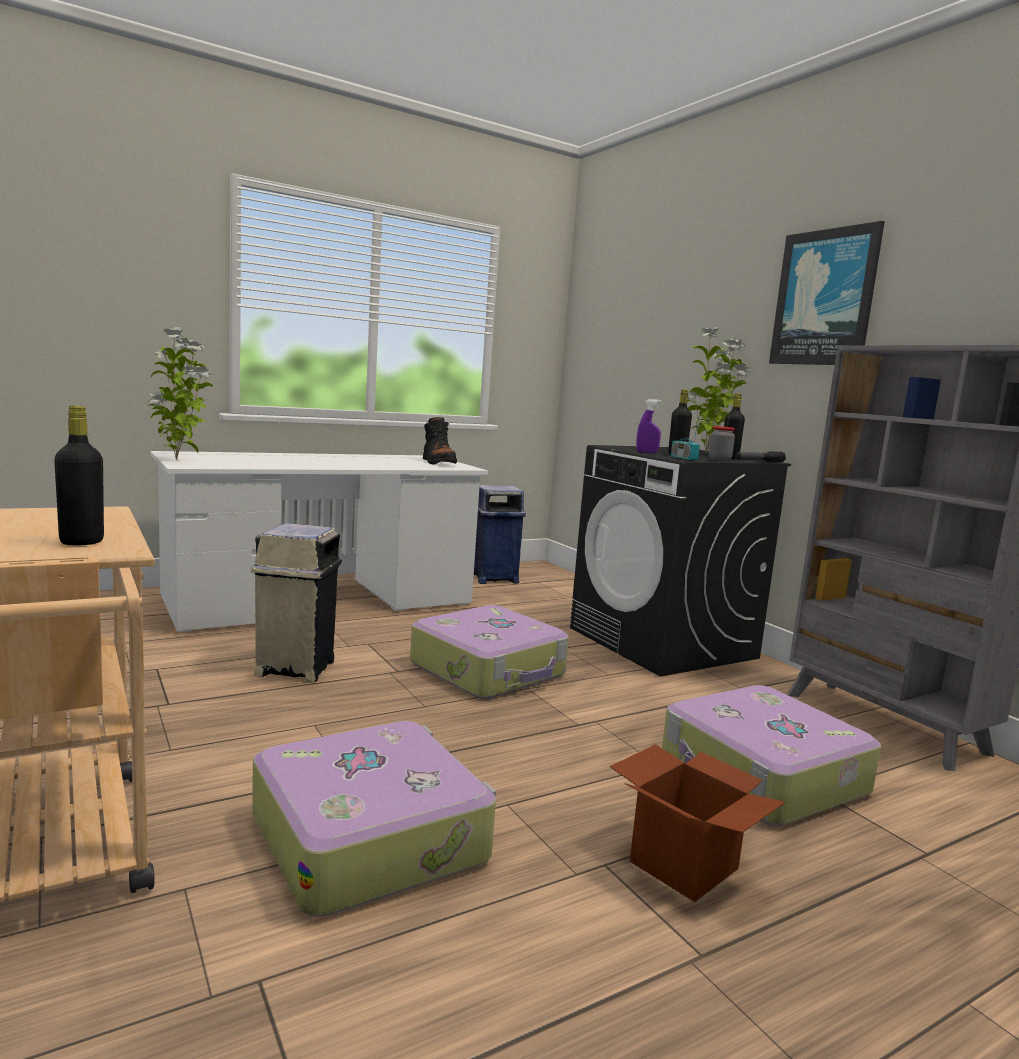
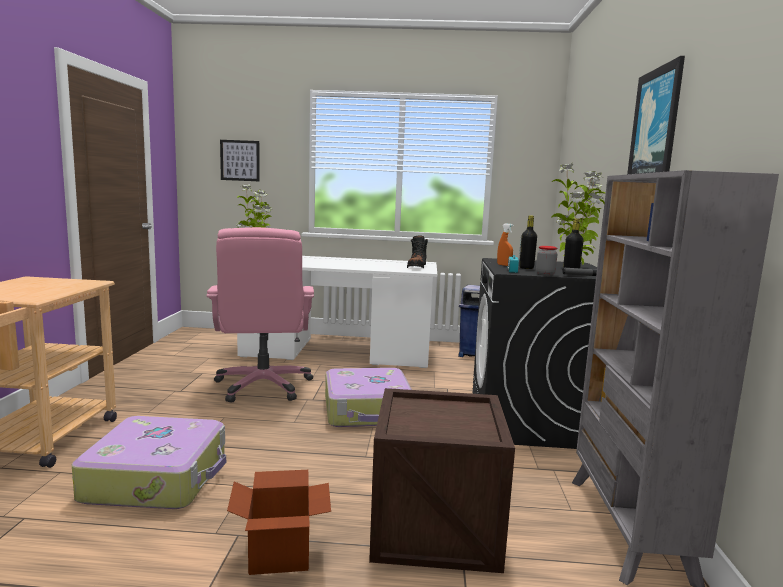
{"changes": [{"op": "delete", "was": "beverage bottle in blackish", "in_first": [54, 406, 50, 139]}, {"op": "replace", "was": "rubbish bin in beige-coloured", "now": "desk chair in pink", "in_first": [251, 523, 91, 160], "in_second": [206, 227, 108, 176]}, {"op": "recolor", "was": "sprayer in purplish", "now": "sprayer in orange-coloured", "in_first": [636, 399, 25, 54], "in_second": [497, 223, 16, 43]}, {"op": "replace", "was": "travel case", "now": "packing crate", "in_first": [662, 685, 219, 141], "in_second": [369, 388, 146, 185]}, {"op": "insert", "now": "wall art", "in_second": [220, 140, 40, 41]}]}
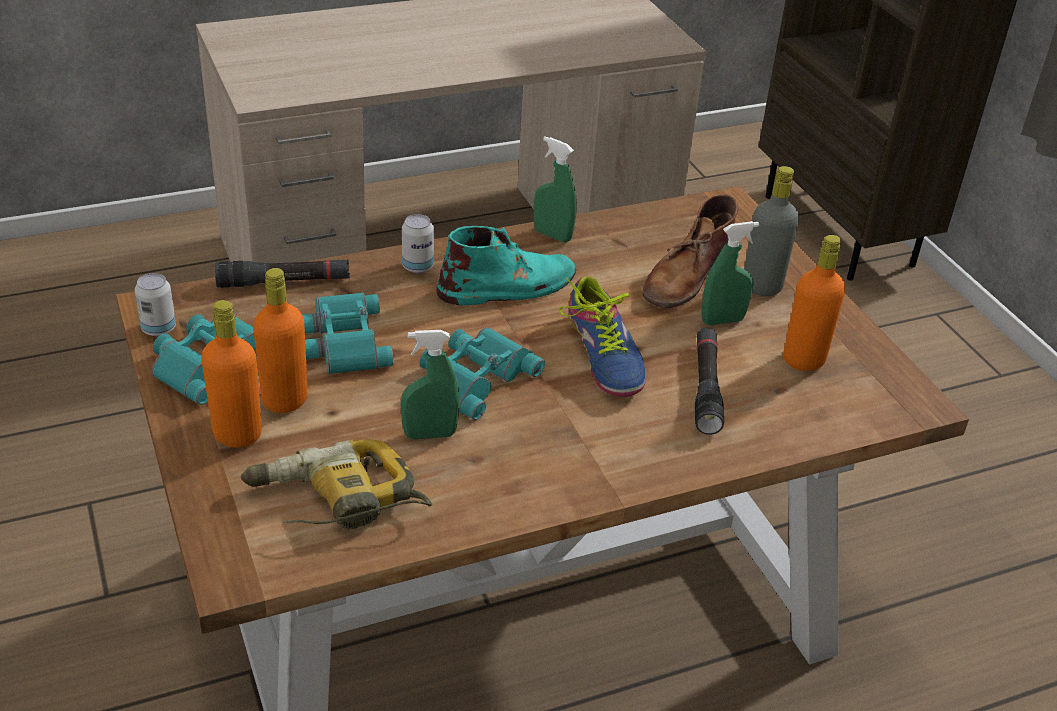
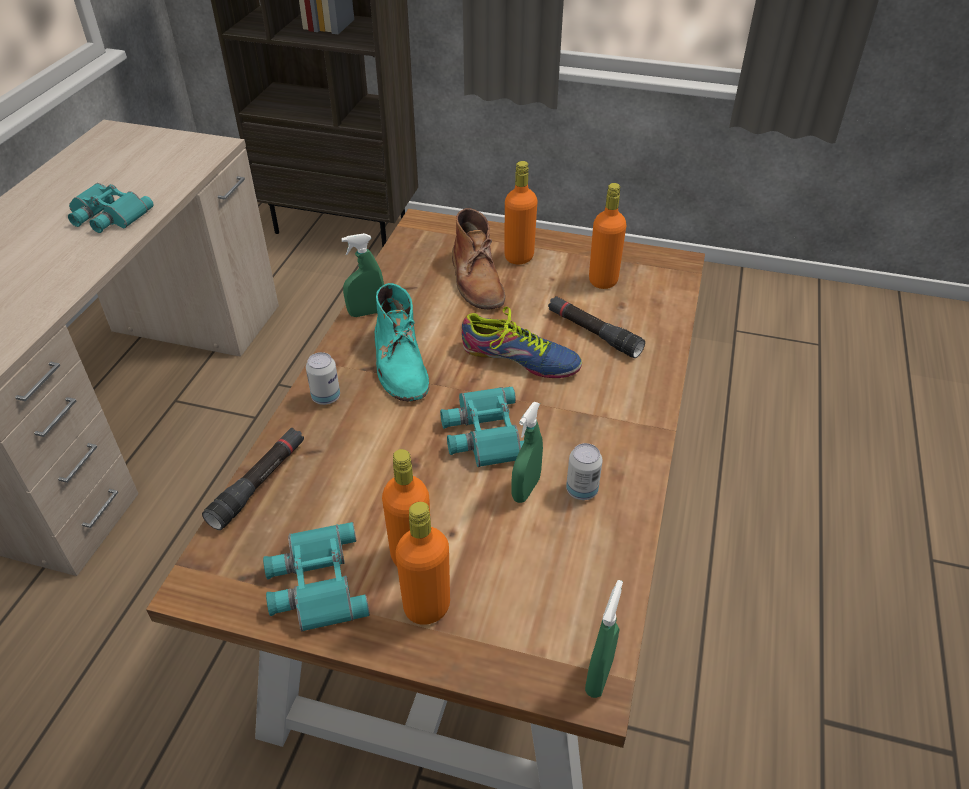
{"changes": [{"op": "move", "was": "can", "in_first": [135, 273, 41, 63], "in_second": [566, 443, 37, 57]}, {"op": "delete", "was": "drill", "in_first": [241, 439, 191, 91]}, {"op": "move", "was": "pair of binoculars in turquoise-coloured", "in_first": [302, 292, 91, 82], "in_second": [68, 183, 86, 50]}, {"op": "rotate", "was": "boot in turquoise-coloured", "in_first": [437, 226, 139, 79], "in_second": [374, 283, 55, 119], "clockwise": 150}, {"op": "move", "was": "sprayer in green", "in_first": [701, 221, 59, 104], "in_second": [585, 580, 38, 118]}, {"op": "recolor", "was": "beverage bottle in greyish", "now": "beverage bottle in orange-coloured", "in_first": [744, 166, 55, 130], "in_second": [505, 161, 32, 103]}]}
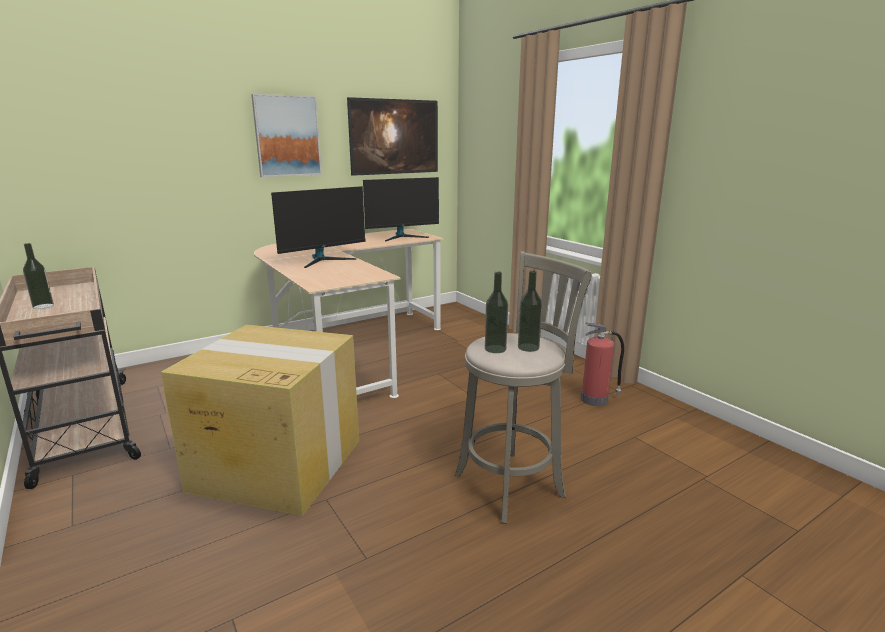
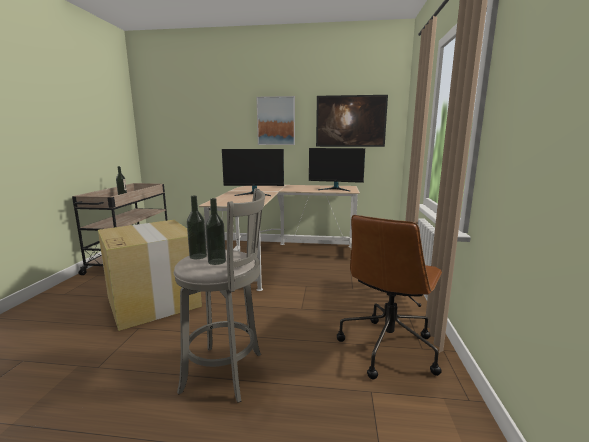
{"changes": [{"op": "replace", "was": "fire extinguisher", "now": "desk chair in brown-coloured", "in_first": [581, 323, 43, 83], "in_second": [337, 215, 105, 165]}]}
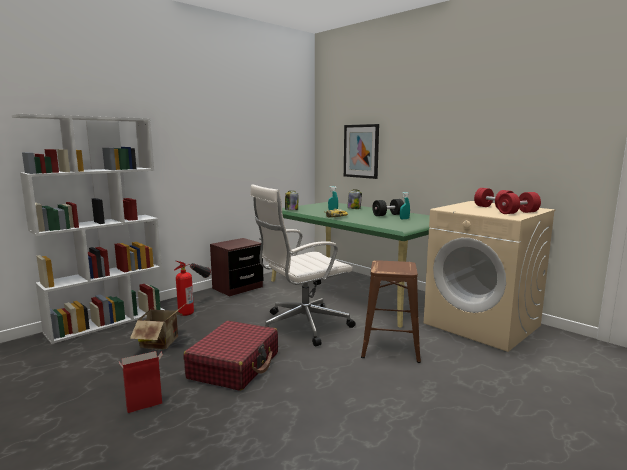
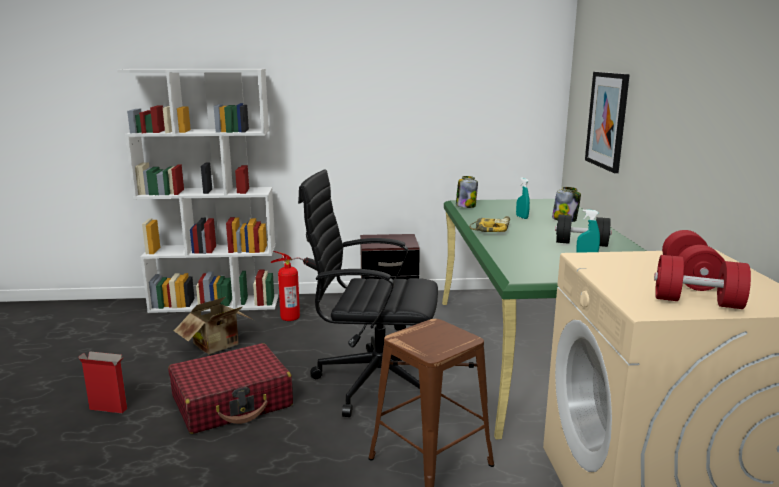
{"changes": [{"op": "recolor", "was": "desk chair in white", "now": "desk chair in blackish", "in_first": [250, 184, 105, 162], "in_second": [298, 169, 140, 248]}]}
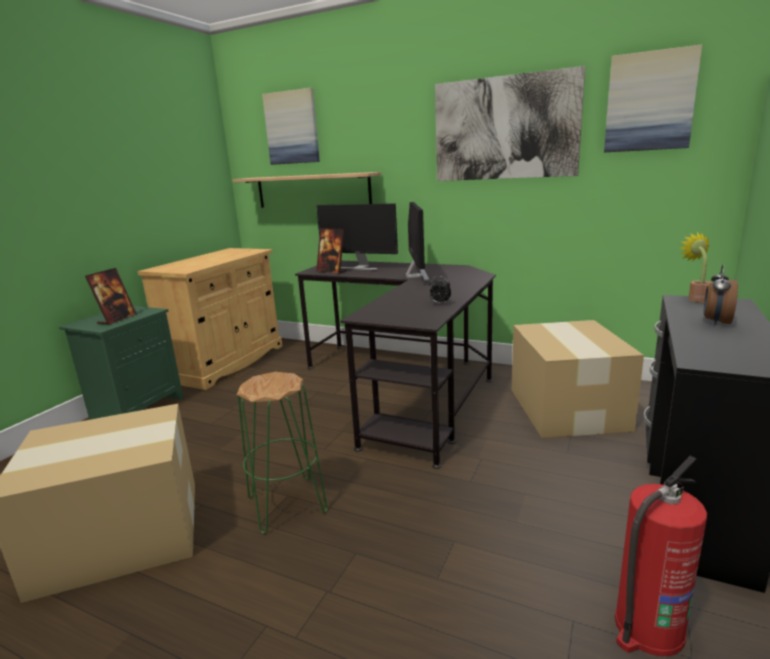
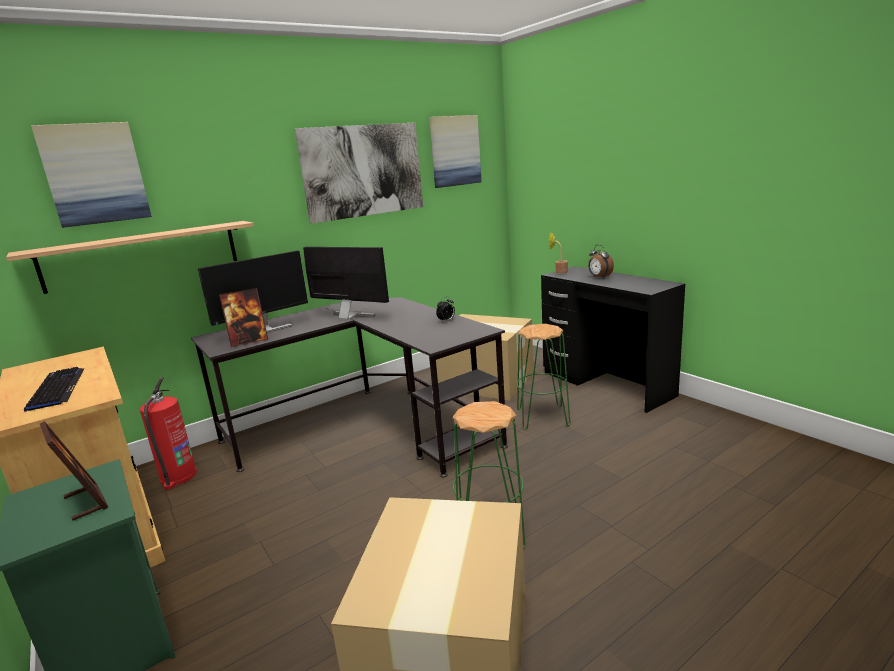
{"changes": [{"op": "move", "was": "fire extinguisher", "in_first": [615, 456, 92, 200], "in_second": [140, 378, 57, 112]}, {"op": "insert", "now": "keyboard", "in_second": [24, 367, 60, 45]}, {"op": "insert", "now": "sitting stool in green", "in_second": [517, 324, 54, 106]}]}
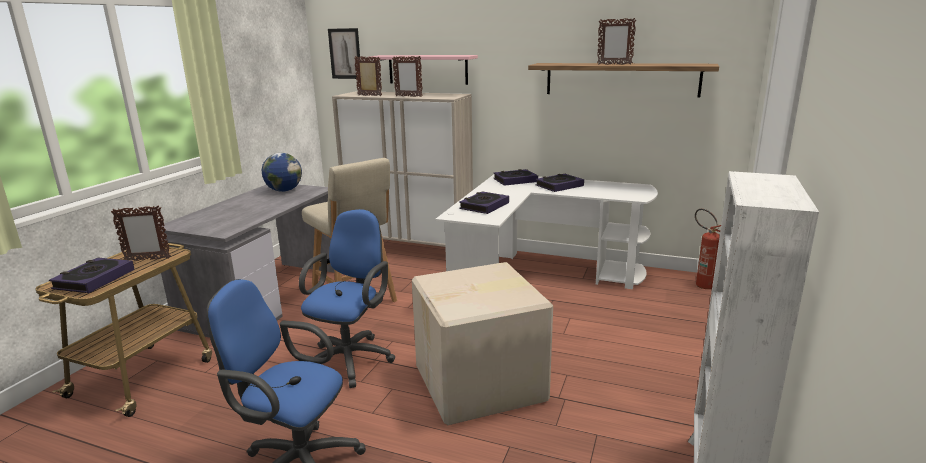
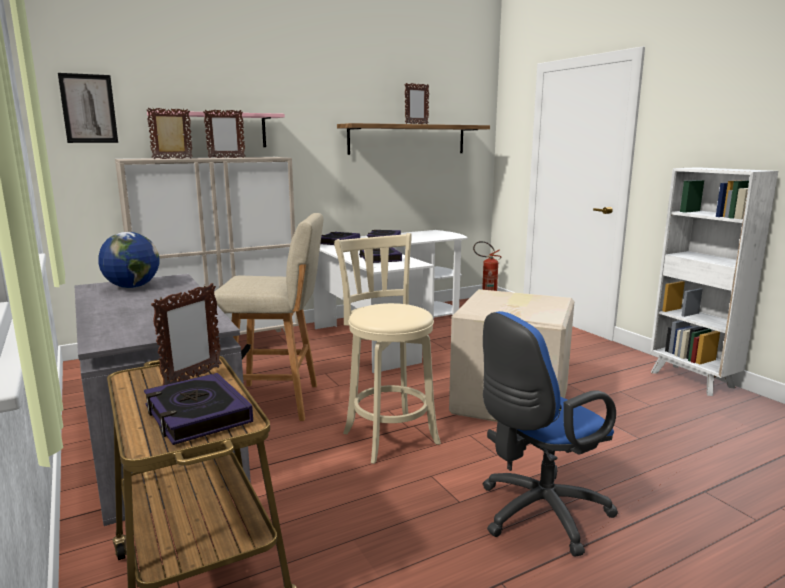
{"changes": [{"op": "replace", "was": "desk chair in bluish", "now": "sitting stool in beige-coloured", "in_first": [299, 209, 96, 179], "in_second": [334, 233, 107, 231]}]}
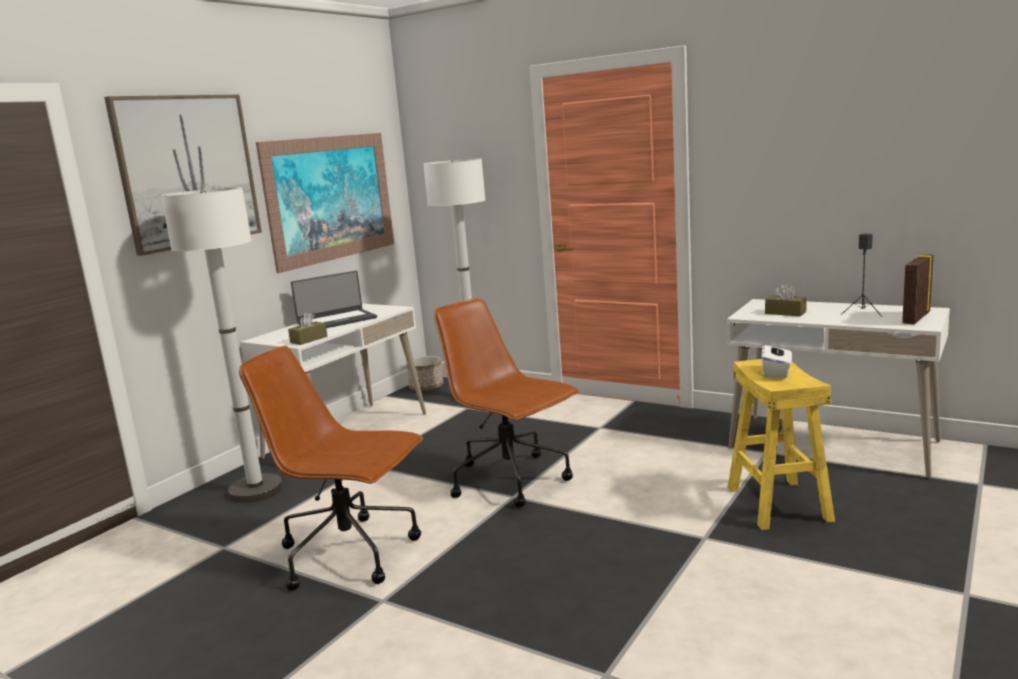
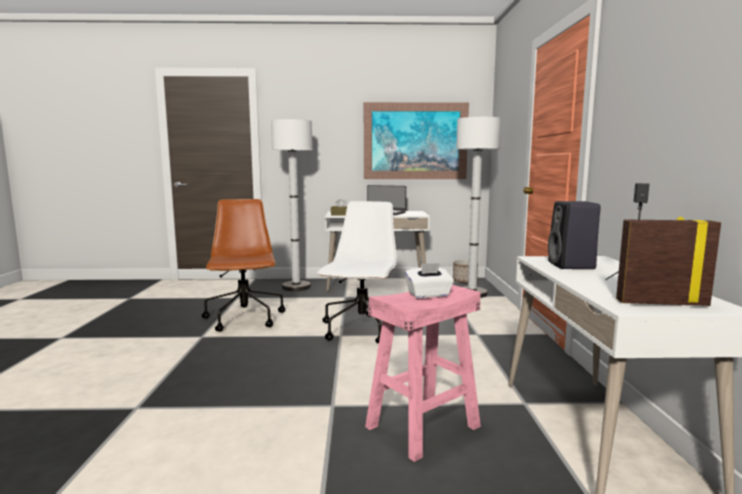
{"changes": [{"op": "delete", "was": "wall art", "in_first": [104, 95, 158, 161]}, {"op": "recolor", "was": "desk chair in brown-coloured", "now": "desk chair in white", "in_first": [434, 298, 145, 209], "in_second": [317, 201, 80, 143]}, {"op": "recolor", "was": "sitting stool in yellow-coloured", "now": "sitting stool in pink", "in_first": [728, 359, 107, 171], "in_second": [365, 285, 116, 177]}, {"op": "replace", "was": "tissue box in brown-coloured", "now": "audio speaker in blackish", "in_first": [765, 284, 42, 32], "in_second": [548, 201, 53, 68]}]}
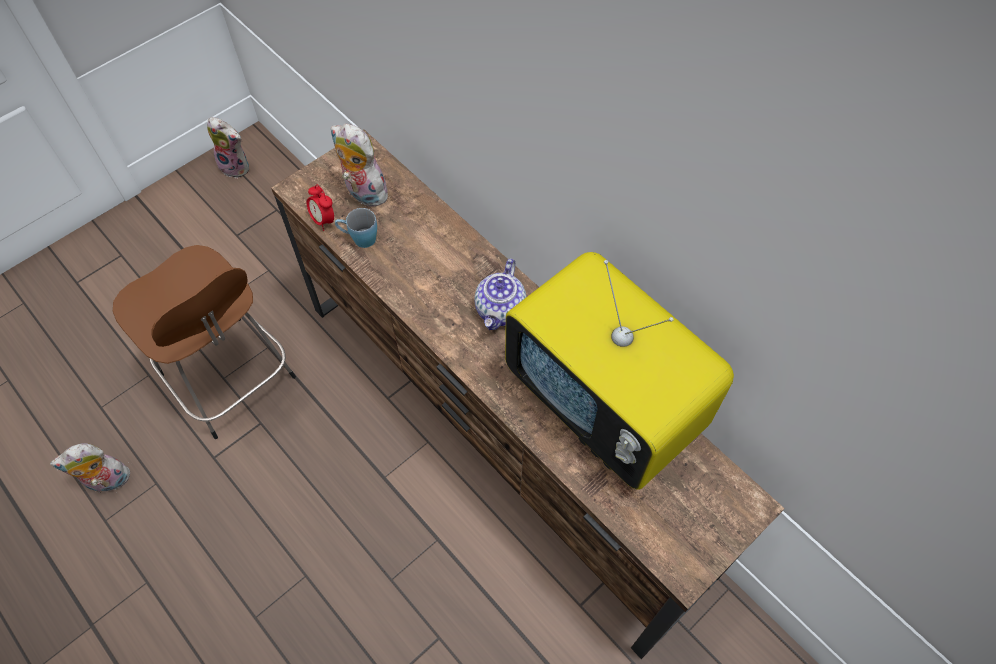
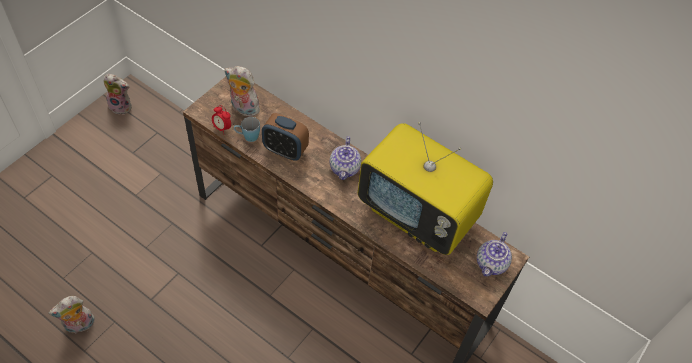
{"changes": [{"op": "delete", "was": "sitting stool in brown-coloured", "in_first": [113, 245, 183, 194]}, {"op": "insert", "now": "alarm clock", "in_second": [262, 113, 47, 47]}, {"op": "insert", "now": "pot for tea", "in_second": [477, 232, 35, 45]}]}
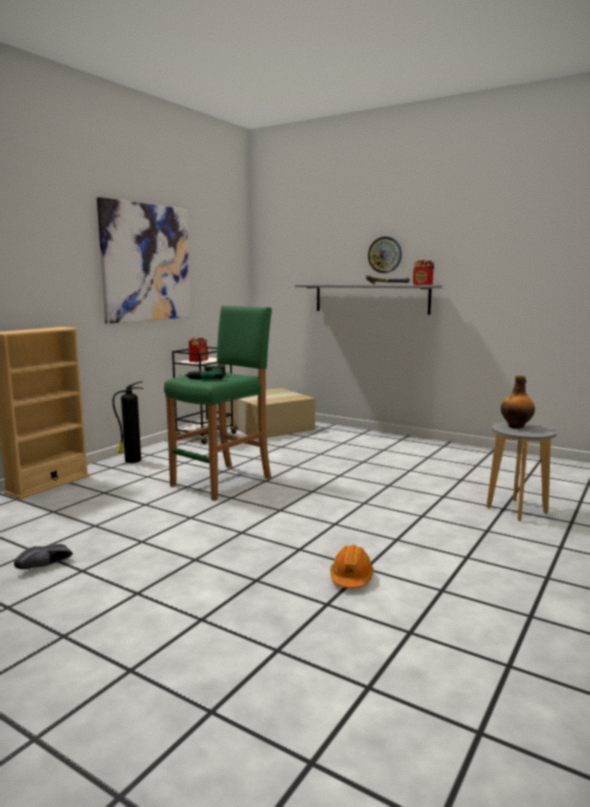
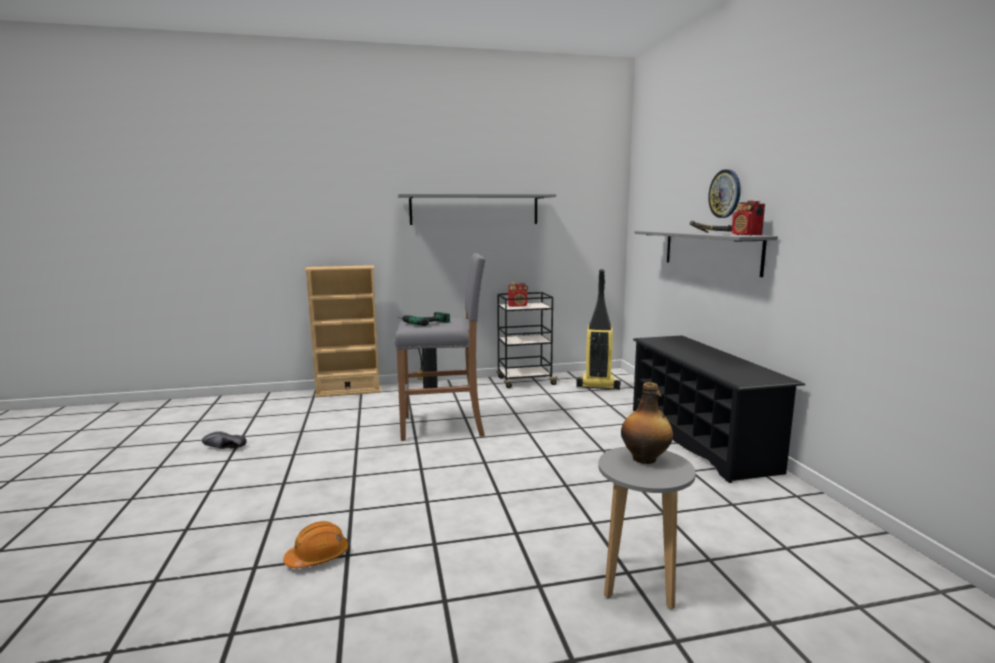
{"changes": [{"op": "replace", "was": "wall art", "now": "shelf in greyish", "in_first": [97, 197, 94, 127], "in_second": [398, 194, 158, 31]}, {"op": "recolor", "was": "sitting stool in green", "now": "sitting stool in greyish", "in_first": [164, 305, 108, 196], "in_second": [394, 253, 92, 188]}, {"op": "replace", "was": "packing box", "now": "vacuum cleaner", "in_first": [226, 388, 89, 51], "in_second": [576, 269, 45, 121]}, {"op": "insert", "now": "shoe rack in blackish", "in_second": [633, 336, 172, 147]}]}
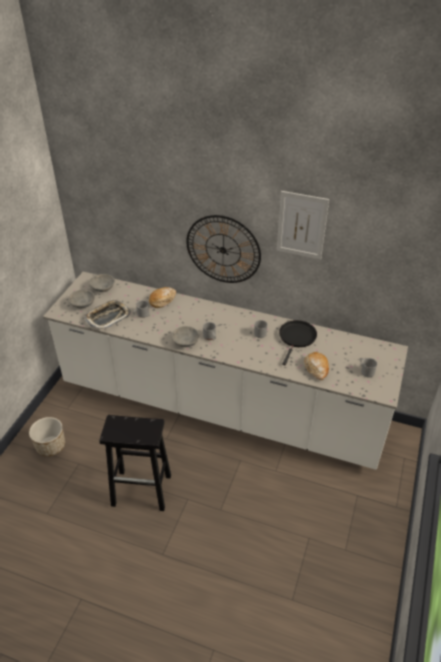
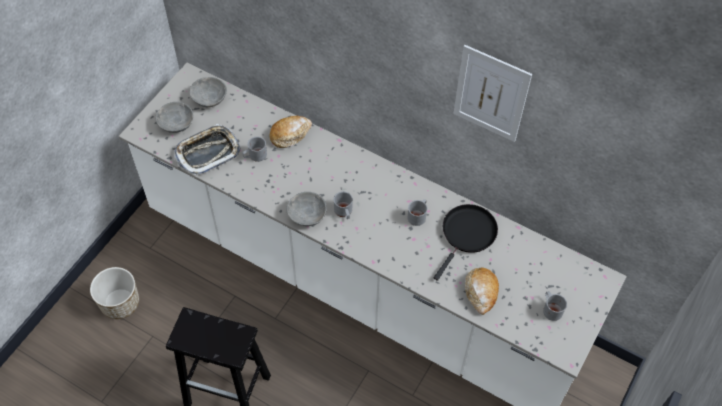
{"changes": [{"op": "delete", "was": "hanging clock", "in_first": [186, 215, 75, 68]}]}
